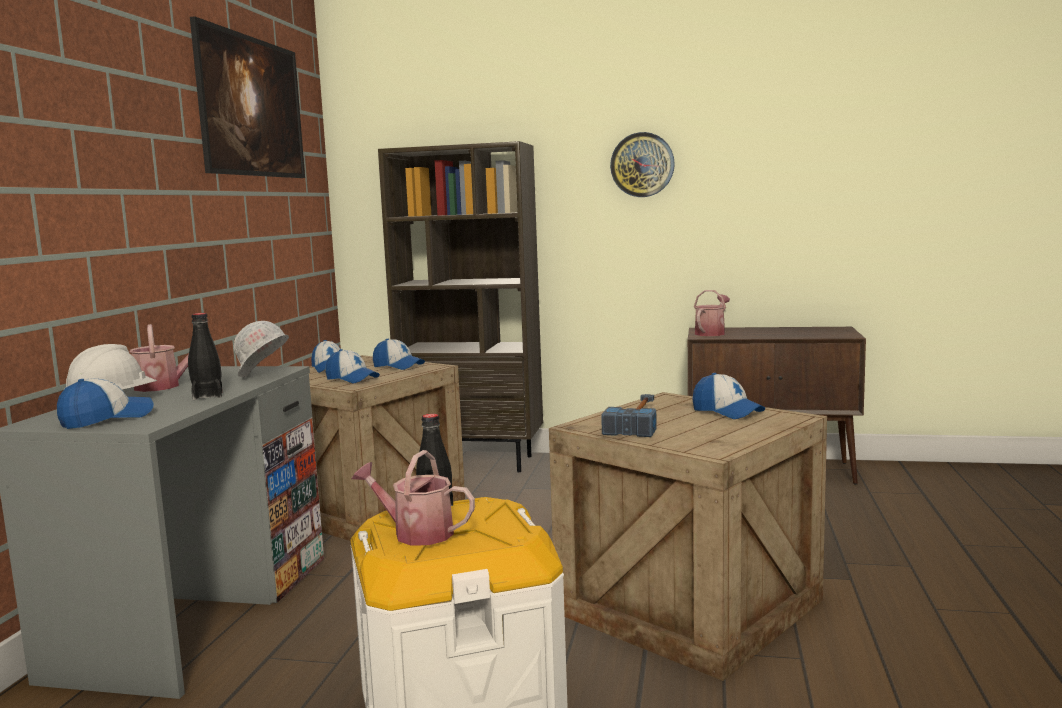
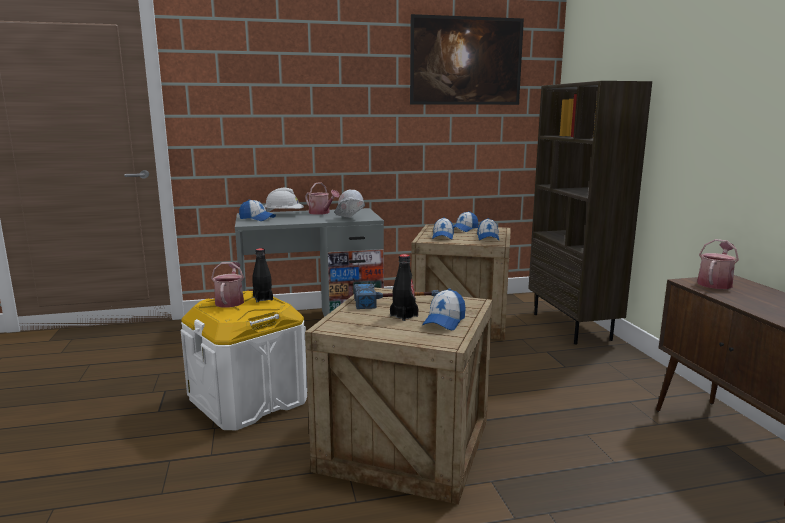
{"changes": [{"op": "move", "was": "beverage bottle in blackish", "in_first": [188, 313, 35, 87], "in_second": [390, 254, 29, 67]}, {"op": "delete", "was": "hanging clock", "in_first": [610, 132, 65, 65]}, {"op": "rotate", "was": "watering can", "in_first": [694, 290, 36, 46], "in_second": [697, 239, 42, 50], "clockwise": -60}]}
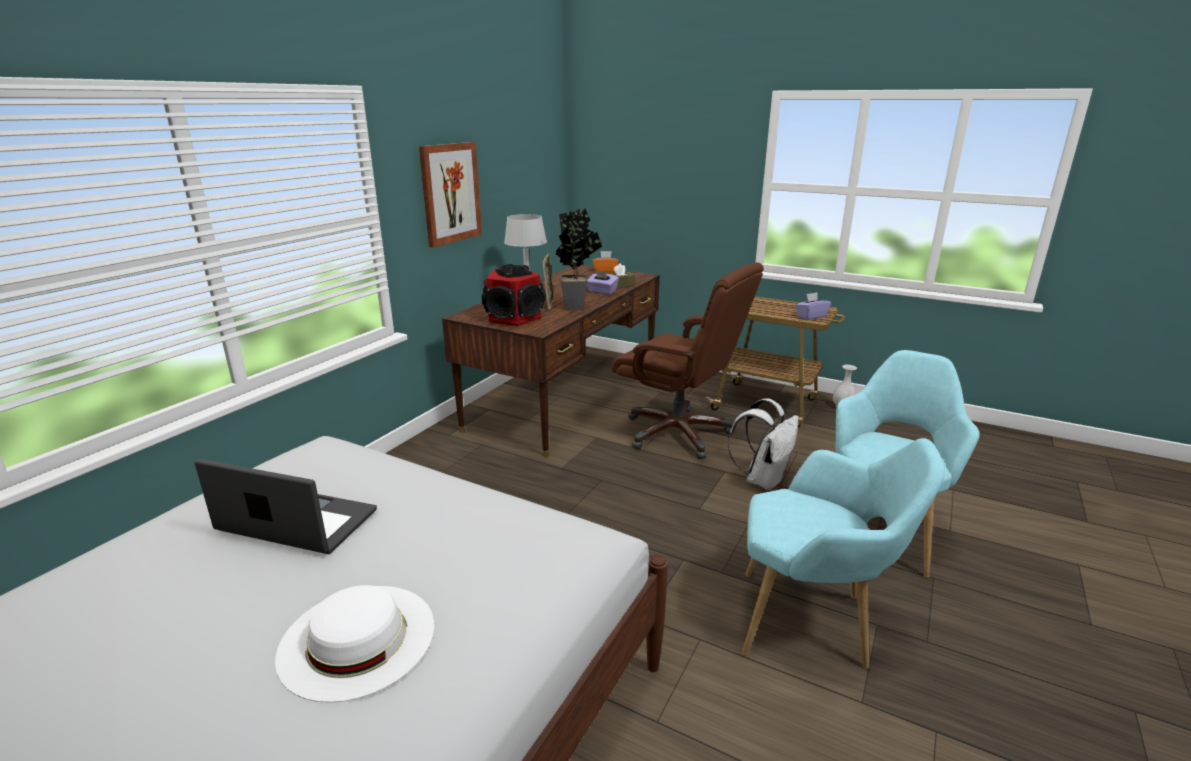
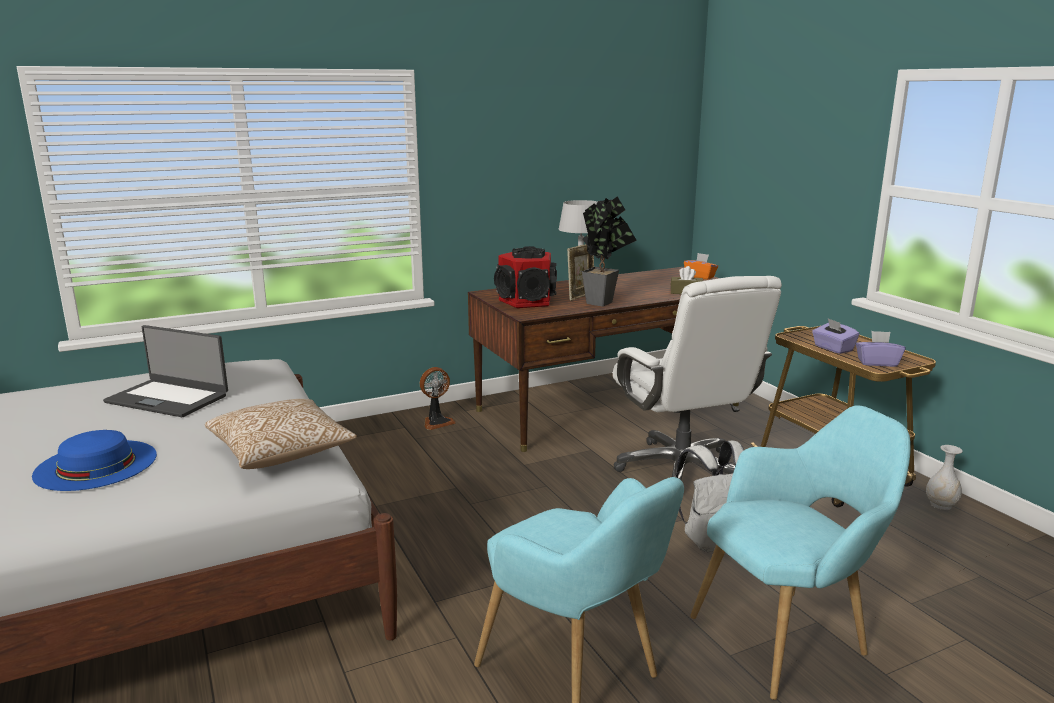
{"changes": [{"op": "rotate", "was": "laptop", "in_first": [195, 459, 182, 95], "in_second": [103, 325, 125, 92], "clockwise": 150}, {"op": "recolor", "was": "wearable hat in white", "now": "wearable hat in bluish", "in_first": [275, 585, 159, 118], "in_second": [32, 430, 125, 61]}, {"op": "delete", "was": "wall art", "in_first": [419, 142, 63, 106]}, {"op": "move", "was": "tissue box in purplish", "in_first": [587, 270, 32, 25], "in_second": [812, 318, 47, 36]}, {"op": "recolor", "was": "desk chair in brown-coloured", "now": "desk chair in white", "in_first": [611, 262, 153, 197], "in_second": [613, 276, 169, 204]}, {"op": "insert", "now": "cushion", "in_second": [205, 399, 152, 70]}, {"op": "insert", "now": "electric fan", "in_second": [420, 367, 36, 63]}]}
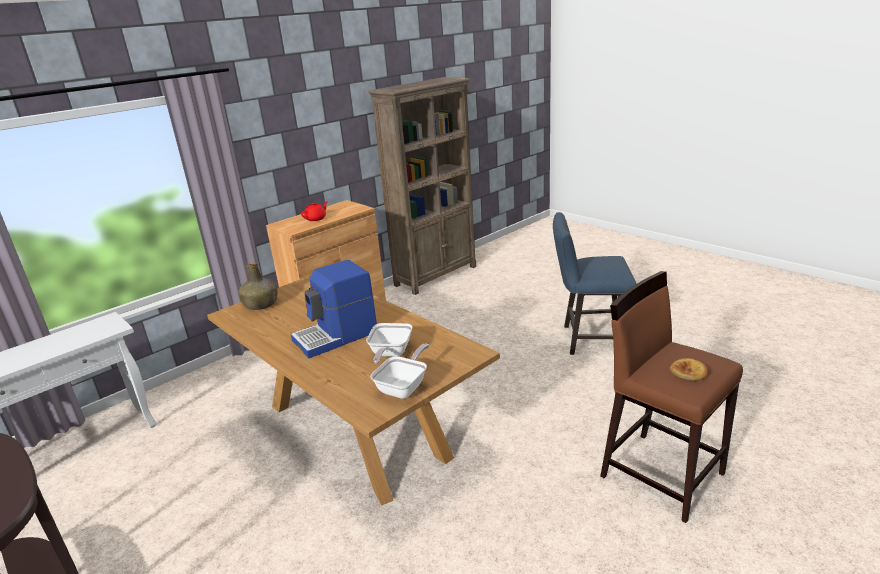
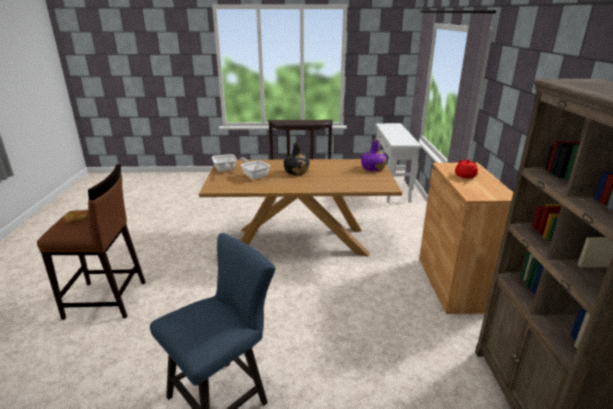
{"changes": [{"op": "recolor", "was": "beverage bottle in green", "now": "beverage bottle in purplish", "in_first": [238, 262, 40, 48], "in_second": [361, 140, 26, 32]}, {"op": "replace", "was": "coffee brewer", "now": "beverage bottle in blackish", "in_first": [291, 260, 86, 98], "in_second": [284, 143, 26, 32]}]}
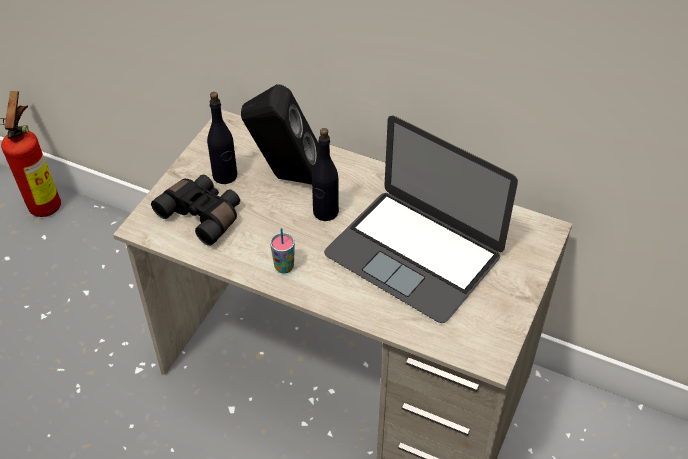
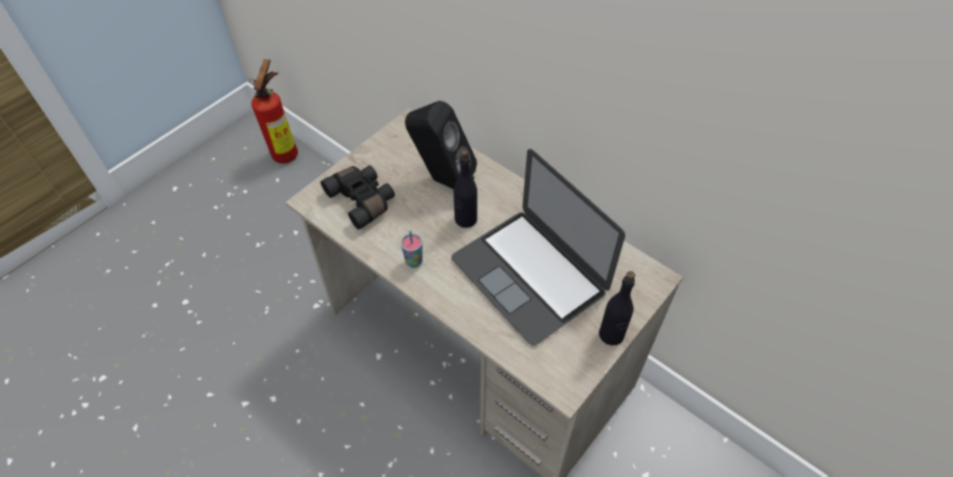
{"changes": [{"op": "move", "was": "beverage bottle in blackish", "in_first": [207, 92, 30, 92], "in_second": [599, 271, 36, 74]}]}
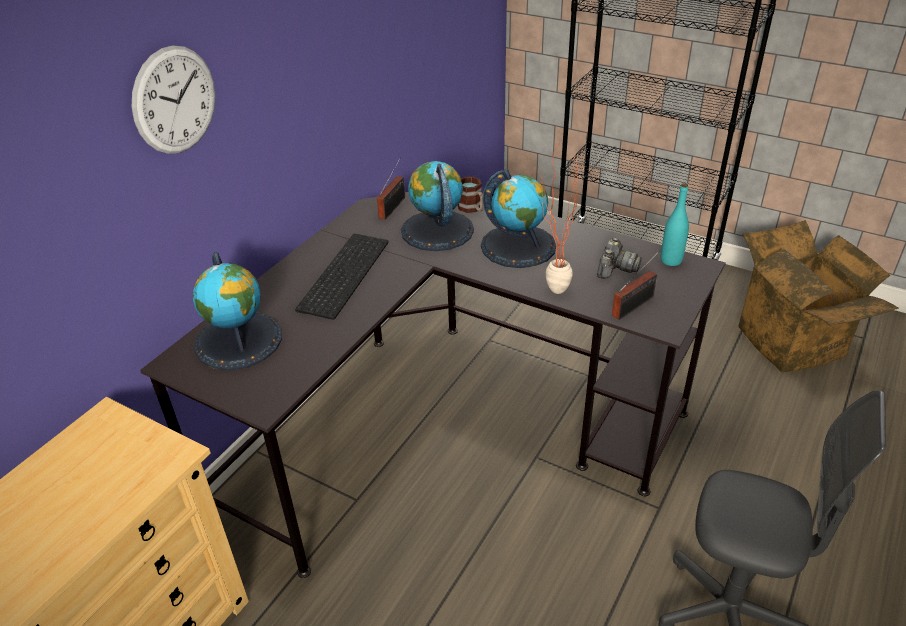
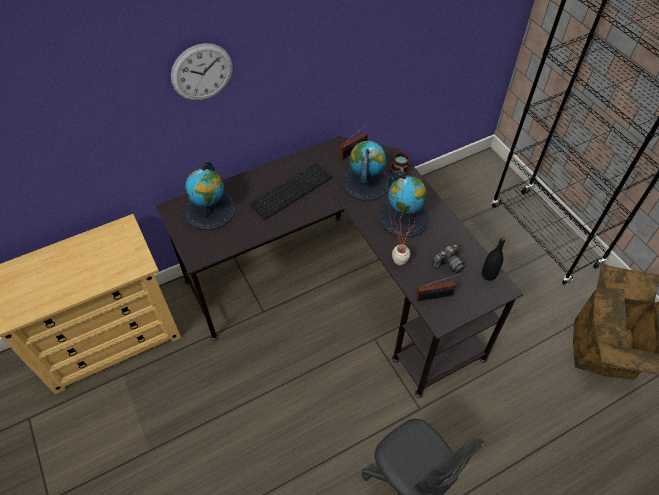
{"changes": [{"op": "recolor", "was": "beverage bottle in turquoise-coloured", "now": "beverage bottle in blackish", "in_first": [661, 183, 28, 83], "in_second": [482, 237, 23, 44]}]}
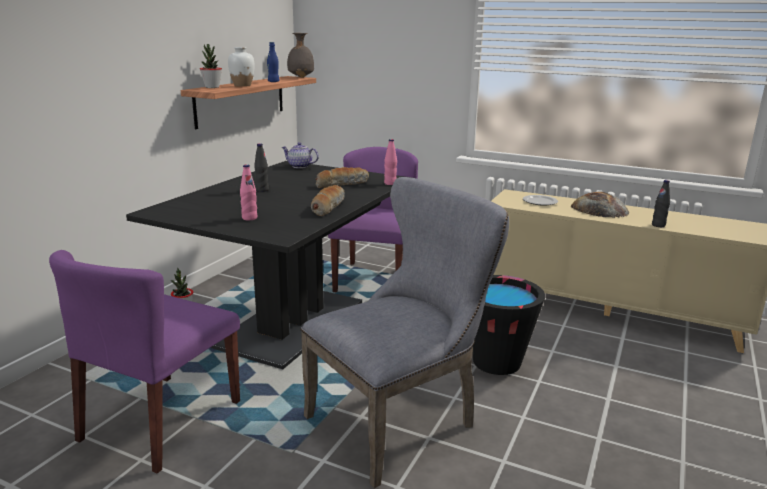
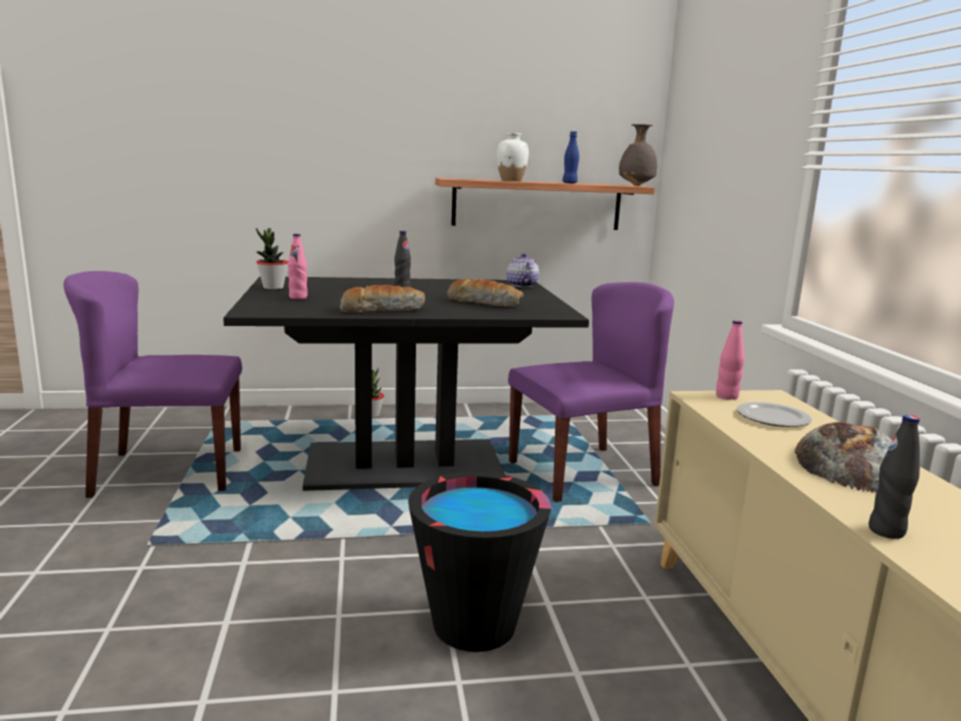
{"changes": [{"op": "move", "was": "potted plant", "in_first": [200, 44, 22, 44], "in_second": [256, 228, 32, 62]}, {"op": "delete", "was": "chair in greyish", "in_first": [300, 177, 209, 311]}, {"op": "move", "was": "beverage bottle in pink", "in_first": [384, 139, 13, 46], "in_second": [716, 320, 29, 80]}]}
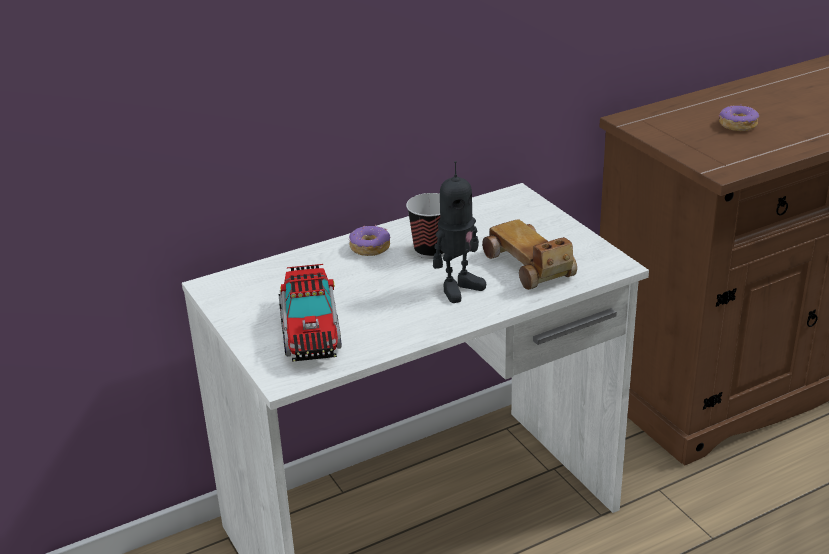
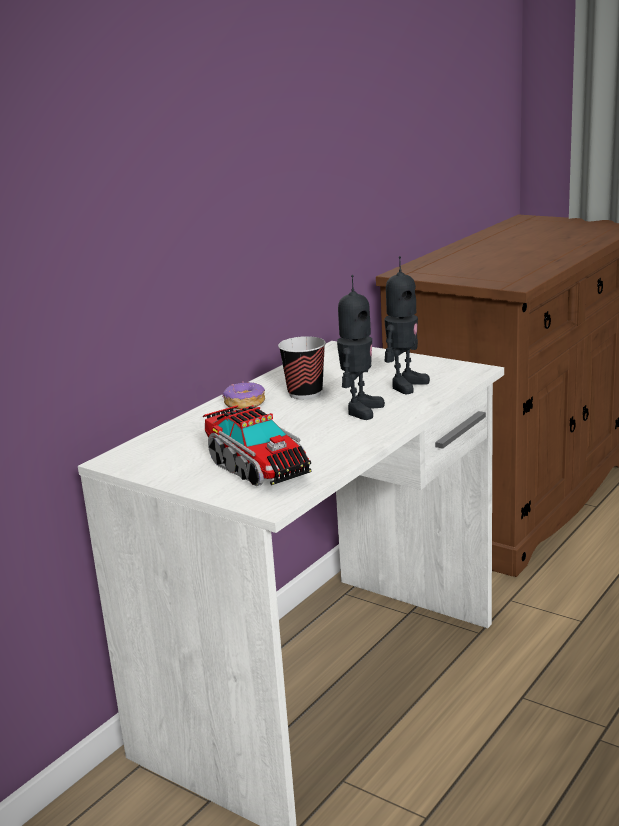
{"changes": [{"op": "replace", "was": "toy car", "now": "model robot", "in_first": [482, 219, 95, 71], "in_second": [384, 256, 46, 138]}, {"op": "delete", "was": "donut", "in_first": [719, 104, 40, 27]}]}
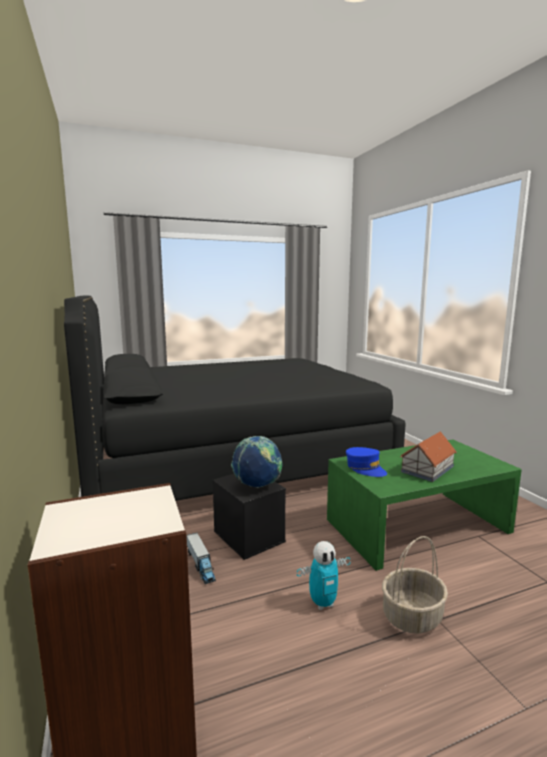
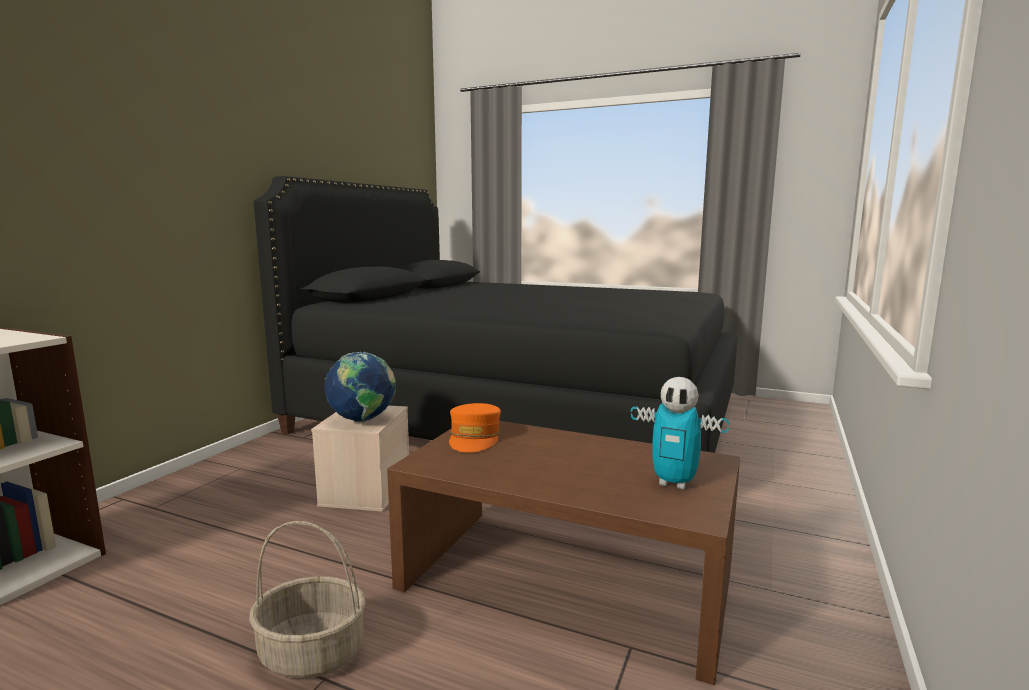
{"changes": [{"op": "delete", "was": "model truck", "in_first": [186, 533, 30, 51]}, {"op": "recolor", "was": "storage box in blackish", "now": "storage box in beige-coloured", "in_first": [212, 474, 74, 86], "in_second": [311, 406, 98, 106]}, {"op": "move", "was": "model robot", "in_first": [297, 541, 54, 69], "in_second": [631, 377, 98, 113]}, {"op": "recolor", "was": "coffee table in green", "now": "coffee table in brown-coloured", "in_first": [327, 439, 195, 132], "in_second": [387, 421, 353, 264]}, {"op": "recolor", "was": "peaked cap in bluish", "now": "peaked cap in orange-coloured", "in_first": [346, 447, 41, 30], "in_second": [449, 403, 52, 49]}, {"op": "delete", "was": "model house", "in_first": [400, 431, 56, 51]}]}
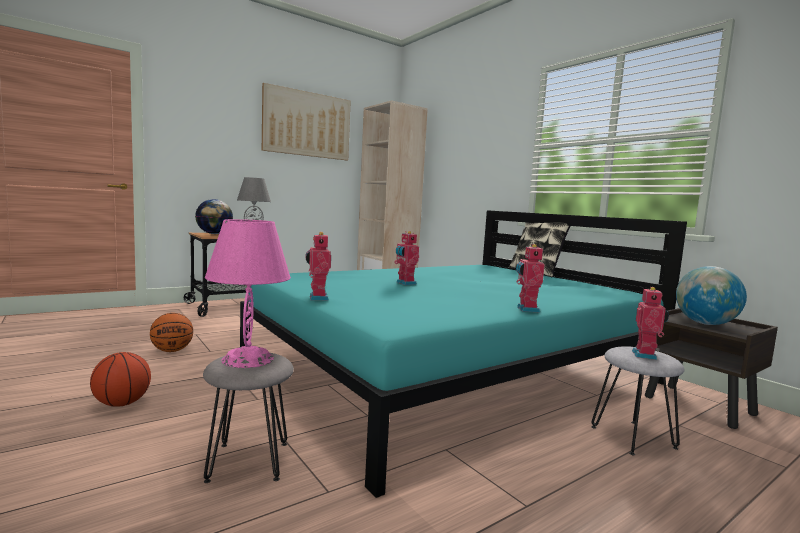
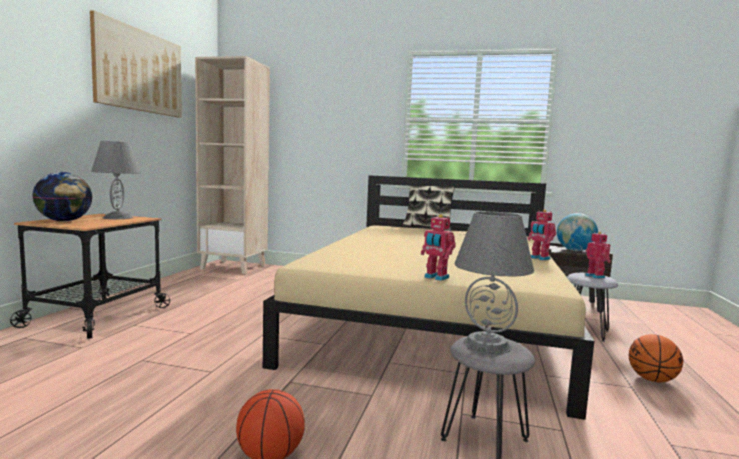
{"changes": [{"op": "move", "was": "basketball ball", "in_first": [150, 313, 43, 39], "in_second": [629, 334, 54, 48]}, {"op": "recolor", "was": "tabletop lamp in pink", "now": "tabletop lamp in greyish", "in_first": [205, 219, 86, 149], "in_second": [454, 211, 80, 143]}, {"op": "recolor", "was": "sleeping bed in turquoise-coloured", "now": "sleeping bed in beige-coloured", "in_first": [240, 210, 447, 288], "in_second": [263, 175, 331, 245]}, {"op": "delete", "was": "model robot", "in_first": [394, 231, 25, 54]}]}
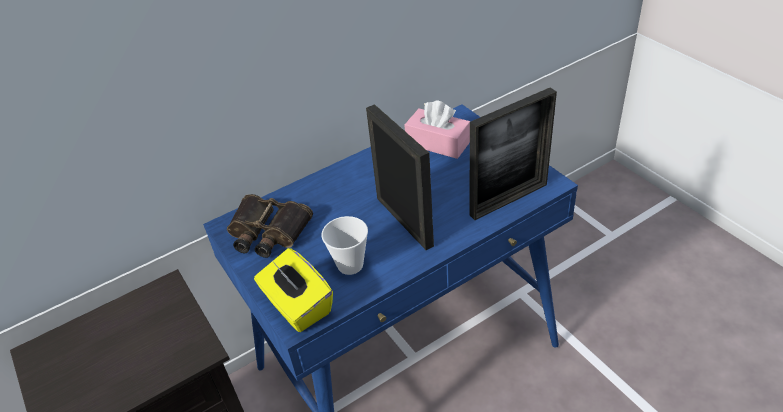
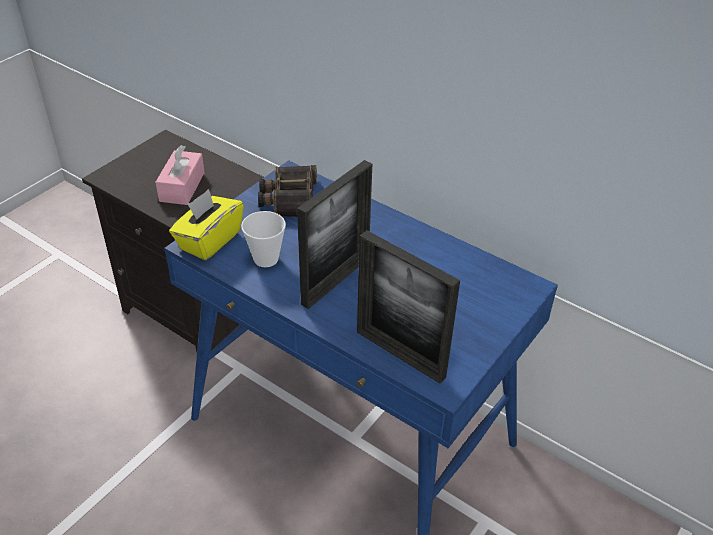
{"changes": [{"op": "move", "was": "tissue box in pink", "in_first": [404, 100, 66, 59], "in_second": [155, 145, 50, 60]}]}
